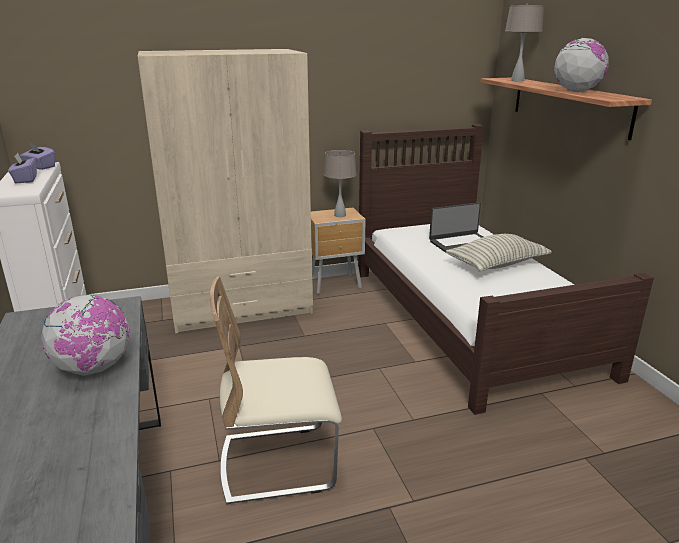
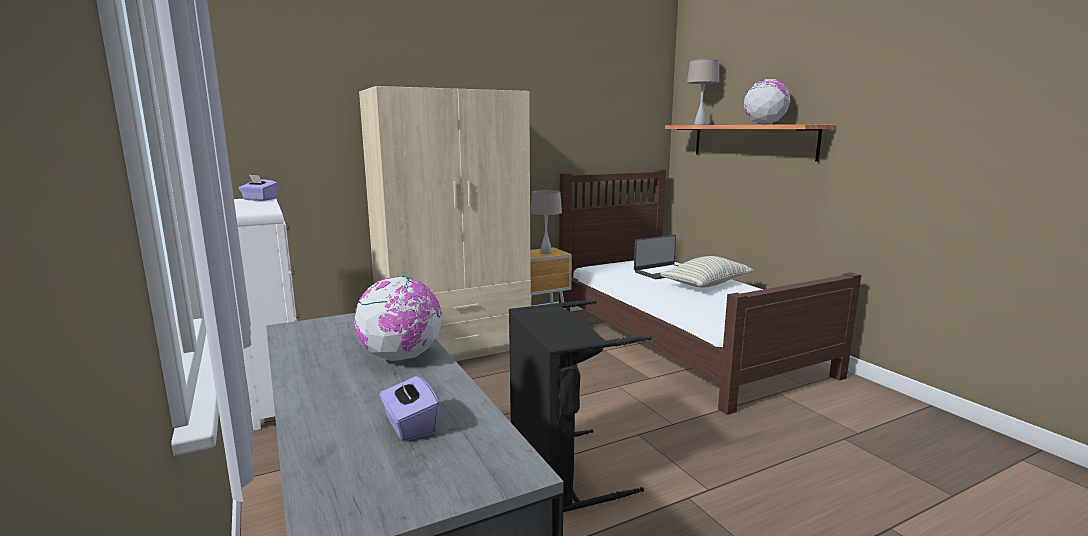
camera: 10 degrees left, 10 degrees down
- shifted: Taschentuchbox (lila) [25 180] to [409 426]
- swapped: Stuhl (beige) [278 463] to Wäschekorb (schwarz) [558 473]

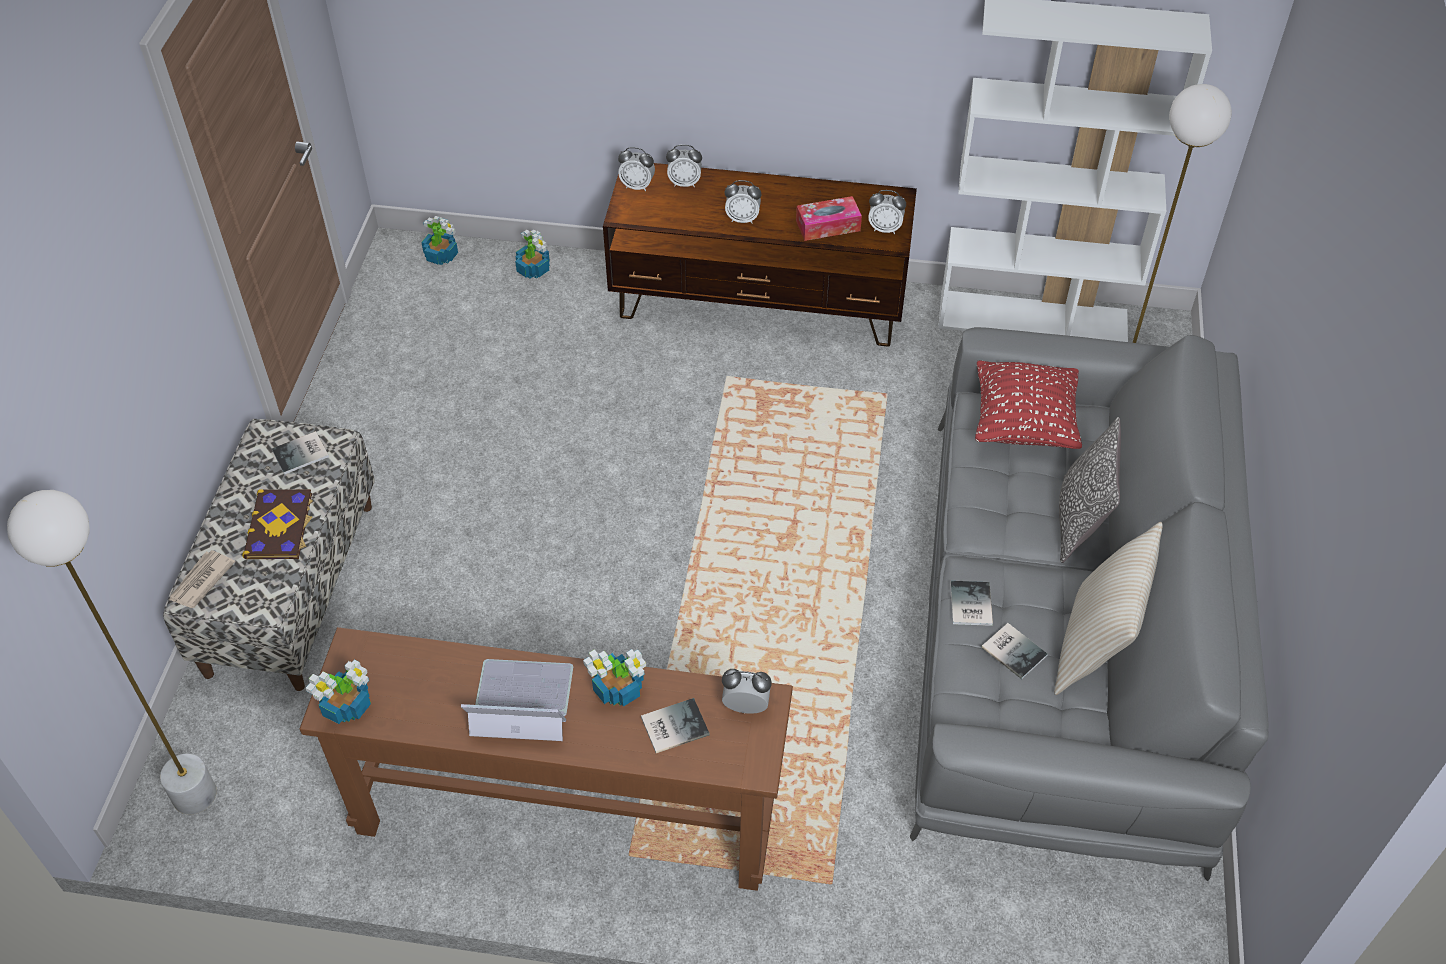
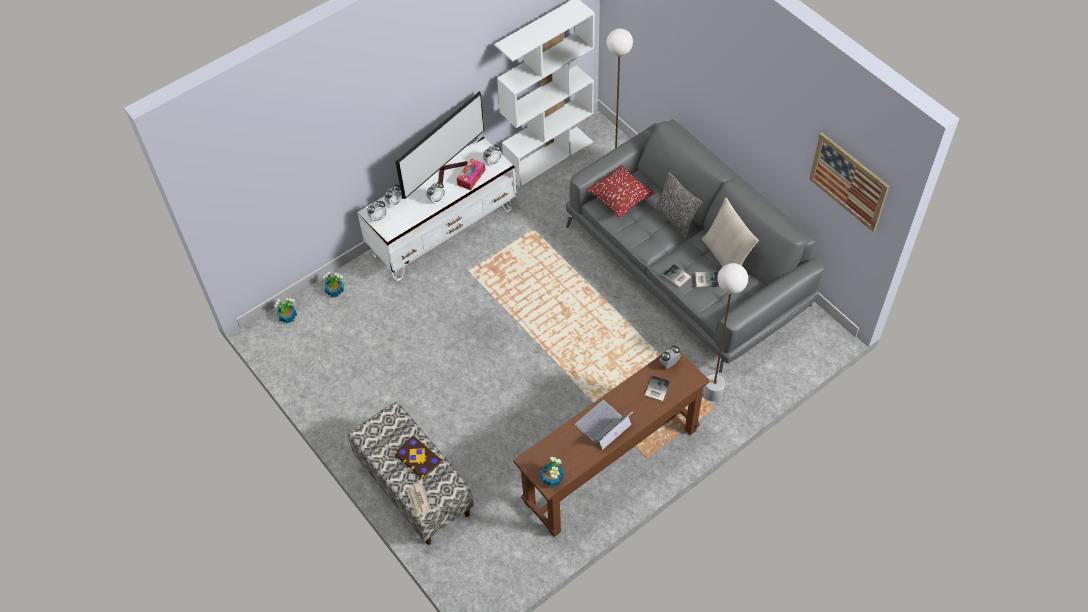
camera: 45 degrees left, 5 degrees up
- repainted: Fernsehschrank (braun) [759 304] to Fernsehschrank (weiß) [443 231]
- gone: Buch [302 454]
- shifted: Stehlampe (weiß) [194 795] to [712 393]
- gone: Topfpflanze [619 688]
- new: Fernseher [448 171]
- new: Bild [848 181]

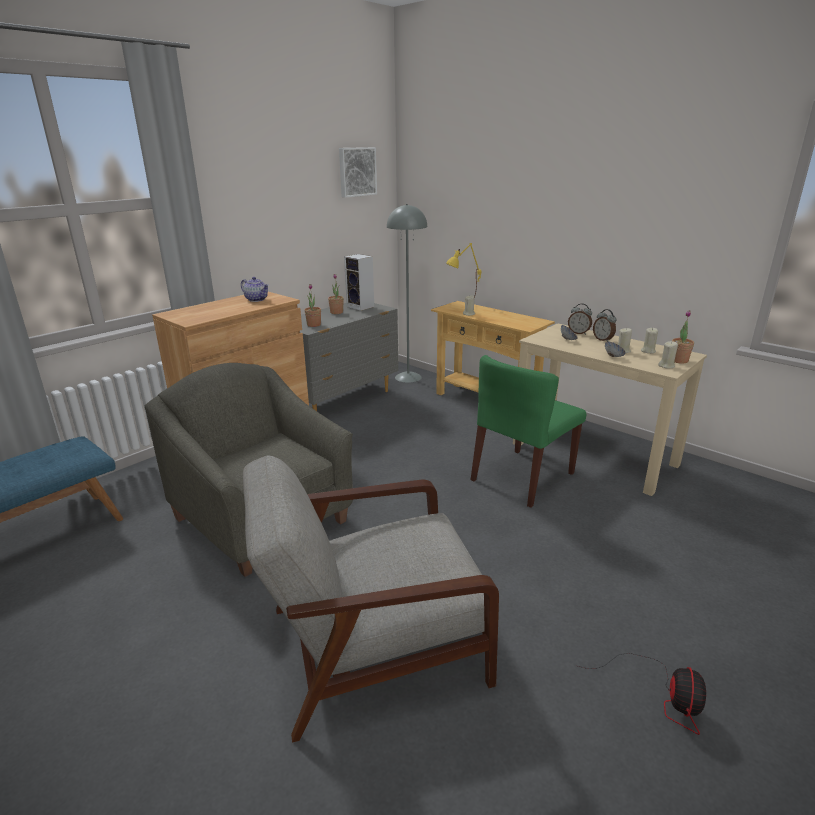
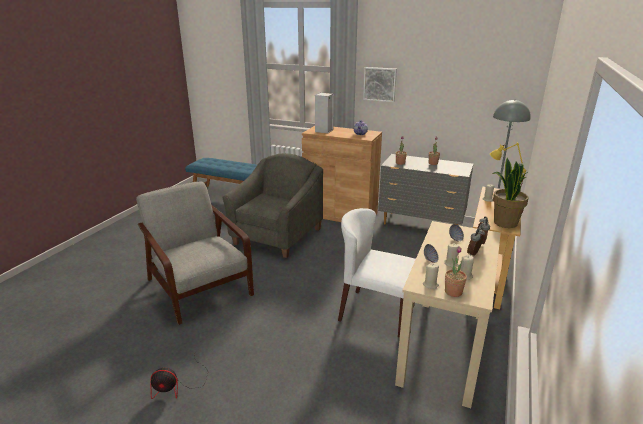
camera: 70 degrees right, 0 degrees up
- shifted: Bild [356 172] to [380 84]
- shifted: Lautsprecher [361 307] to [324 131]
- repainted: Stuhl (grün) [522 477] to Stuhl (weiß) [376 313]
- new: Topfpflanze [504 223]

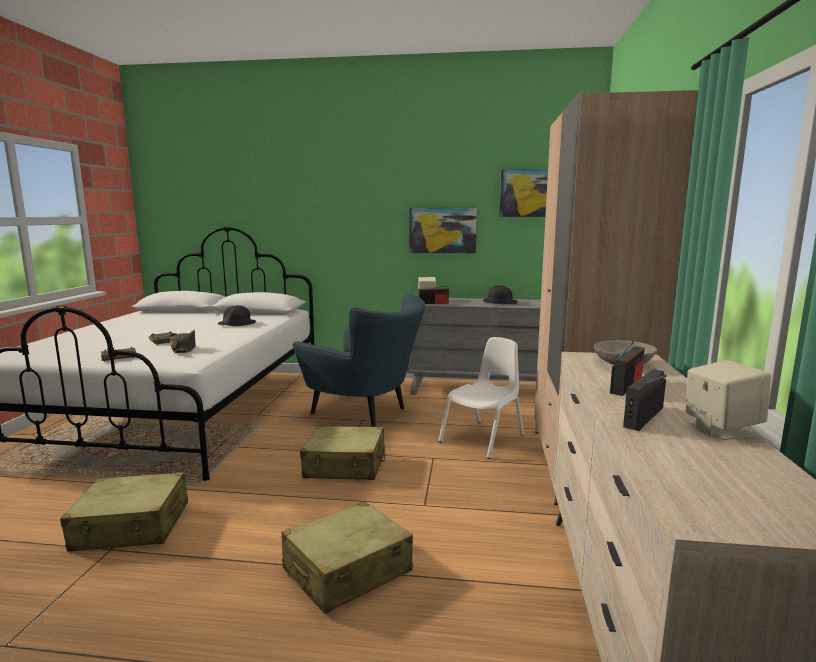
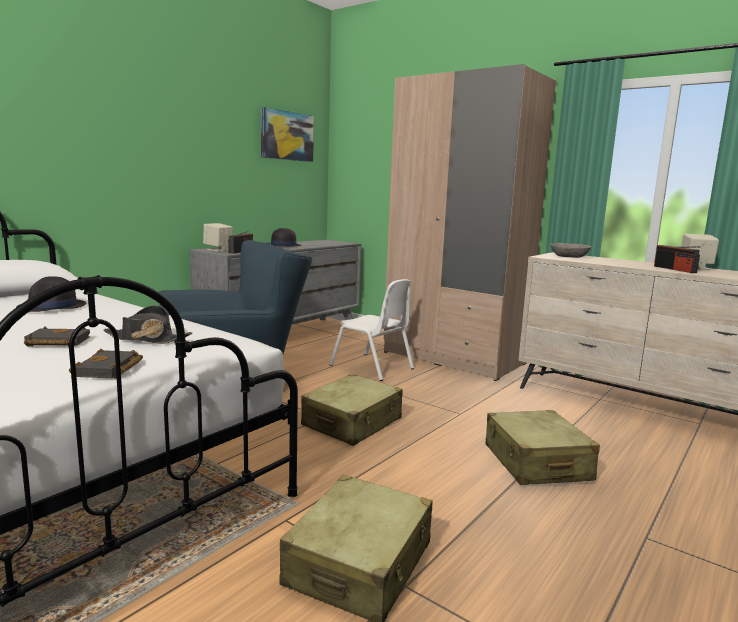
camera: 60 degrees left, 0 degrees up
- gone: Bild [442 230]
- rotated: Stuhl (weiß) [483 439] = [372 367] 150 degrees clockwise
- gone: Radio [626 385]

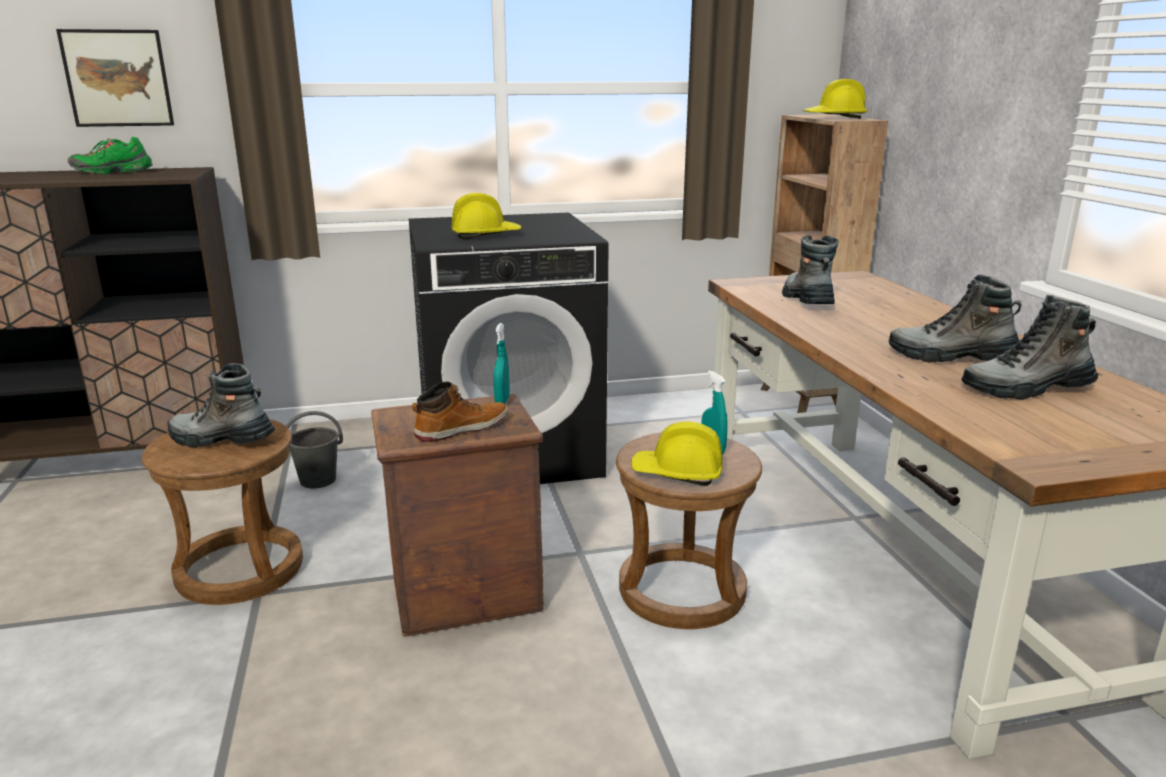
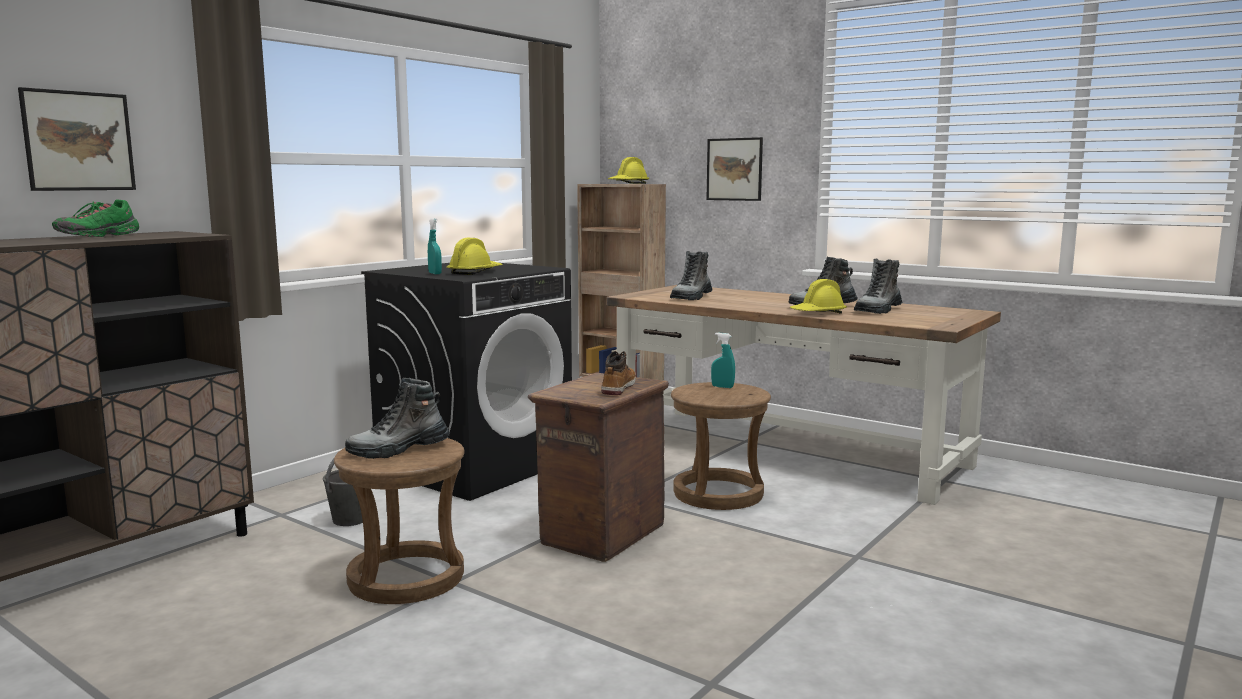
camera: 40 degrees left, 10 degrees down
- rotated: Stiefel [806 300] = [691 297] 105 degrees counterclockwise
- shifted: Sprühflasche (türkis) [502 401] to [435 273]
- shifted: Schutzhelm (gelb) [677 473] to [818 313]
- new: Bild [734 169]

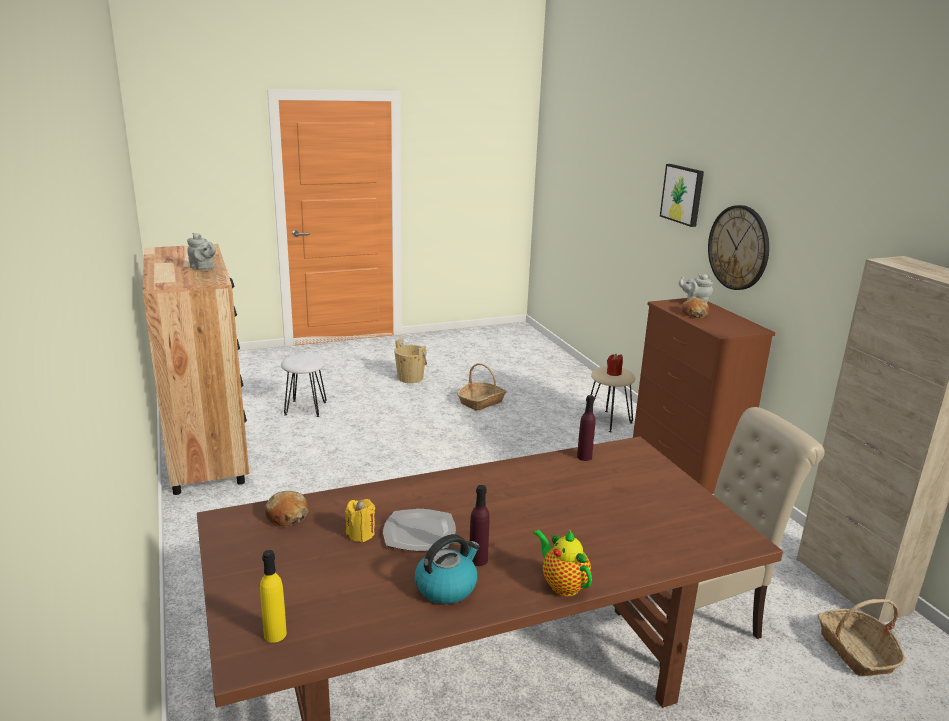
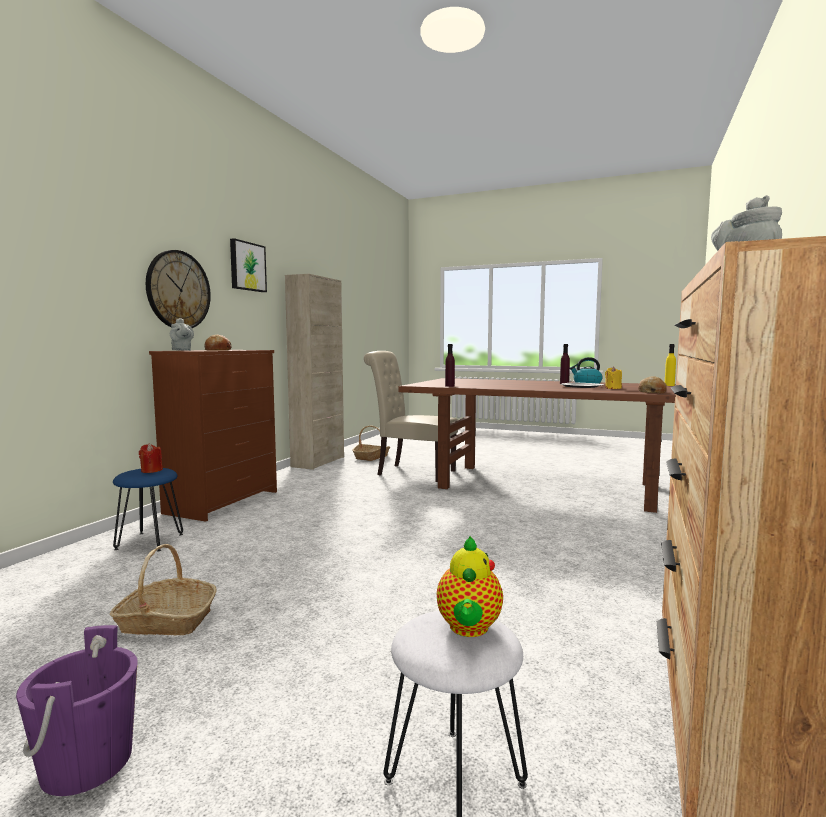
camera: 135 degrees left, 15 degrees down
- shifted: Bild [683 194] to [247 266]
- repainted: Eimer (beige) [410 378] to Eimer (lila) [87 763]
- repainted: Hocker (beige) [608 421] to Hocker (blau) [150 541]
- shifted: Teekanne [562 584] to [468 629]

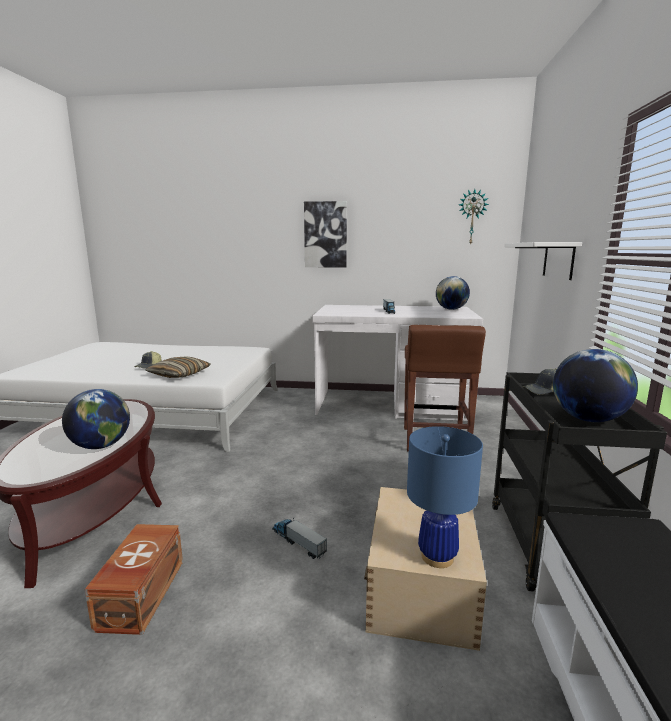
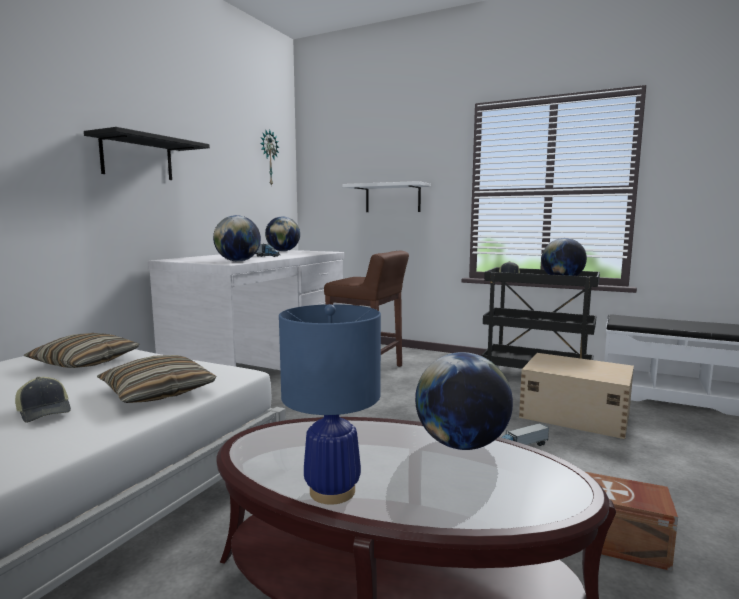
camera: 70 degrees left, 5 degrees down
- swapped: Bild [325 235] to Wandregal (schwarz) [137 158]
- shifted: Tischlampe (blau) [437 557] to [333 491]
- new: Globus [238 261]
- new: Kissen [85 362]

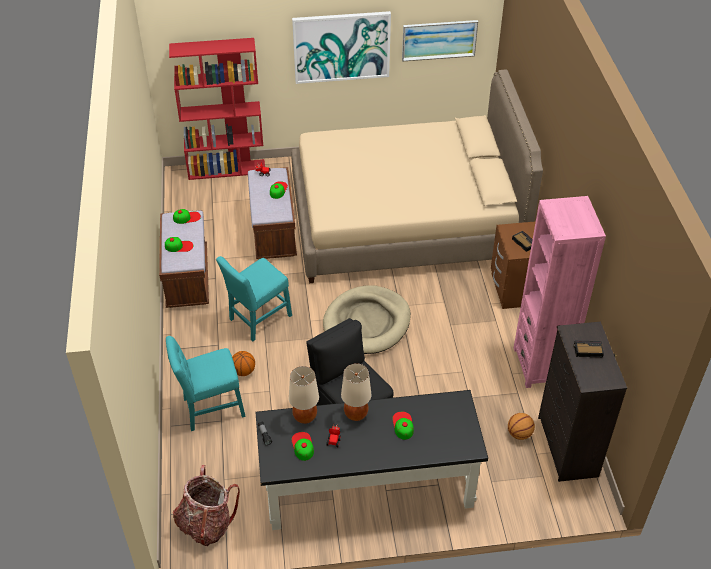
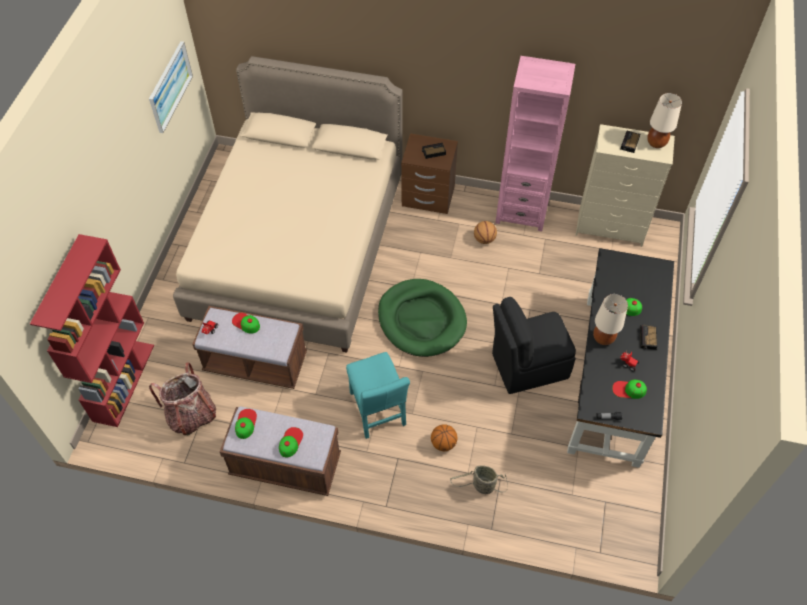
camera: 70 degrees left, 10 degrees up
- gone: Bild [341 46]
- repainted: Hundebett (beige) [367 322] to Hundebett (grün) [421 320]
- repainted: Kommode (schwarz) [567 447] to Kommode (beige) [610 228]
- swapped: Stuhl (türkis) [210 409] to Korb [481 486]
- shifted: Tischlampe (beige) [305 416] to [656 143]
- shifted: Basketball [519 434] to [484 239]
- shifted: Rucksack [206 524] to [191 415]
- new: Wecker [647 338]

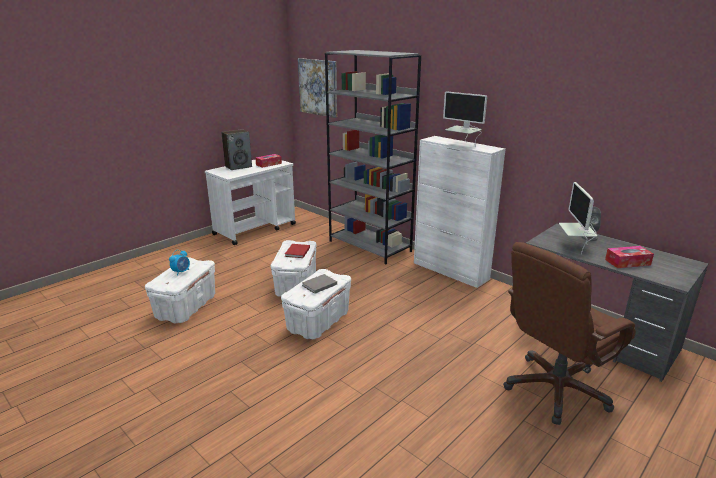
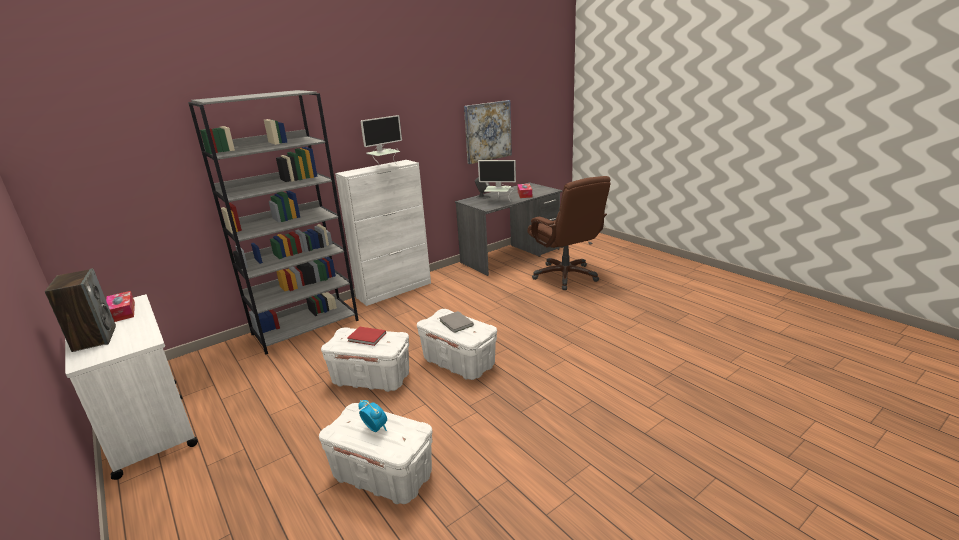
camera: 80 degrees left, 0 degrees up
- shifted: Bild [318 87] to [488 131]

